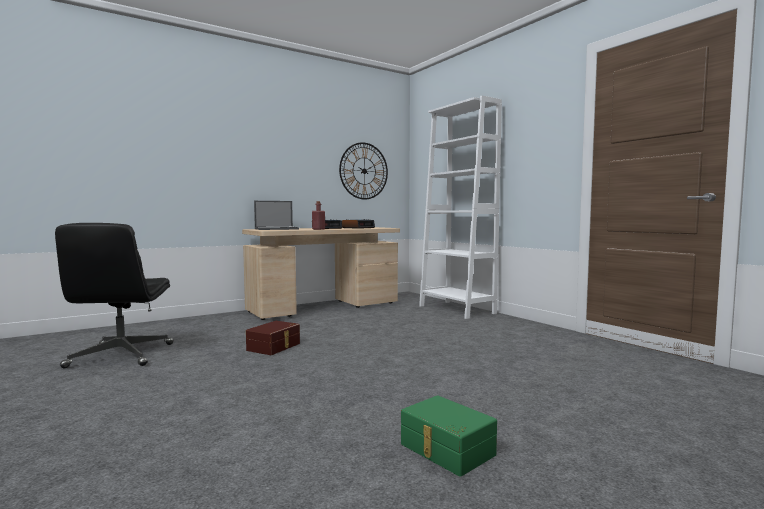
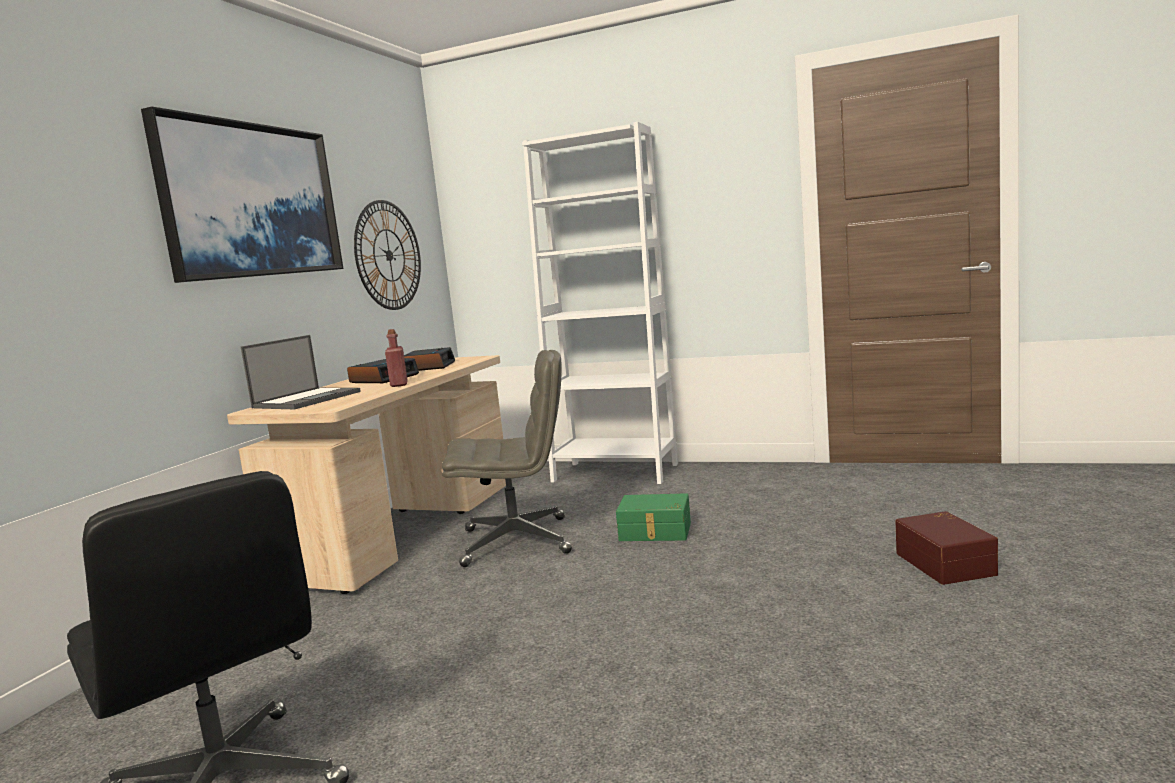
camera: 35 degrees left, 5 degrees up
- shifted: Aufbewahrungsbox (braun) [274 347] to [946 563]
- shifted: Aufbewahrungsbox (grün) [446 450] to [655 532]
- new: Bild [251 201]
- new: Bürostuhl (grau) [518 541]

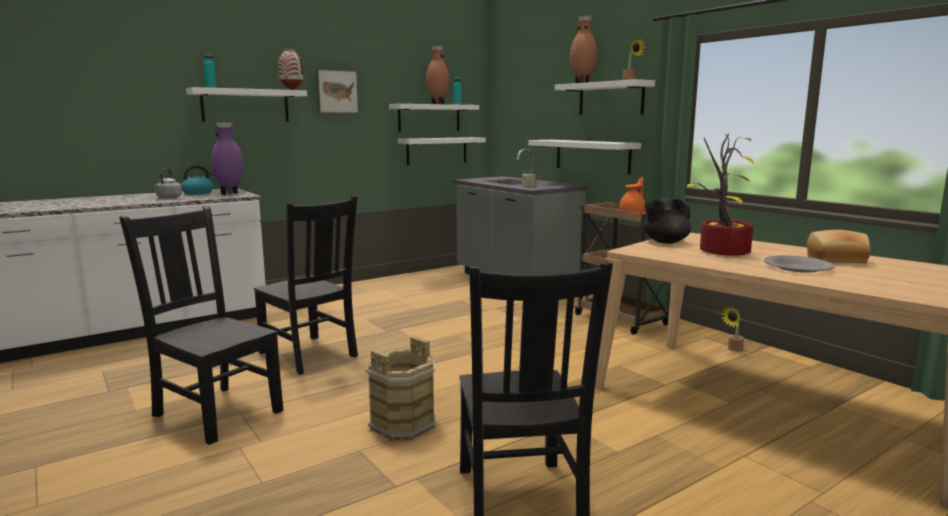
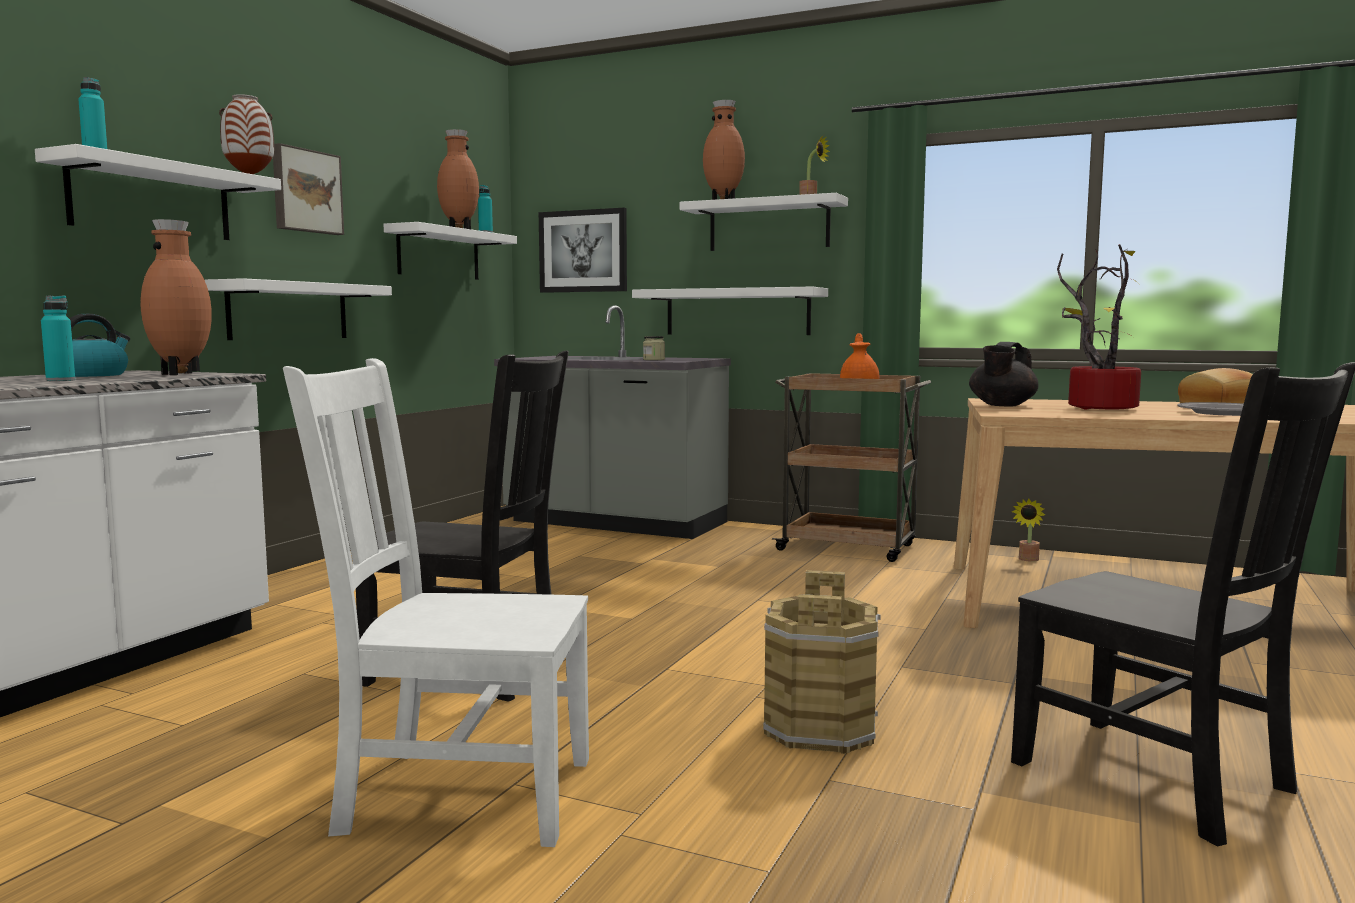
camera: 30 degrees left, 5 degrees down
- repainted: Vase (lila) [230 194] to Vase (braun) [182 374]
- shifted: Wandregal (weiß) [437 150] to [288 311]
- swapped: Wasserkessel (grau) [168 198] to Flasche (türkis) [60 380]
- repainted: Stuhl (schwarz) [215 412] to Stuhl (weiß) [459 794]
- new: Bild [583 251]

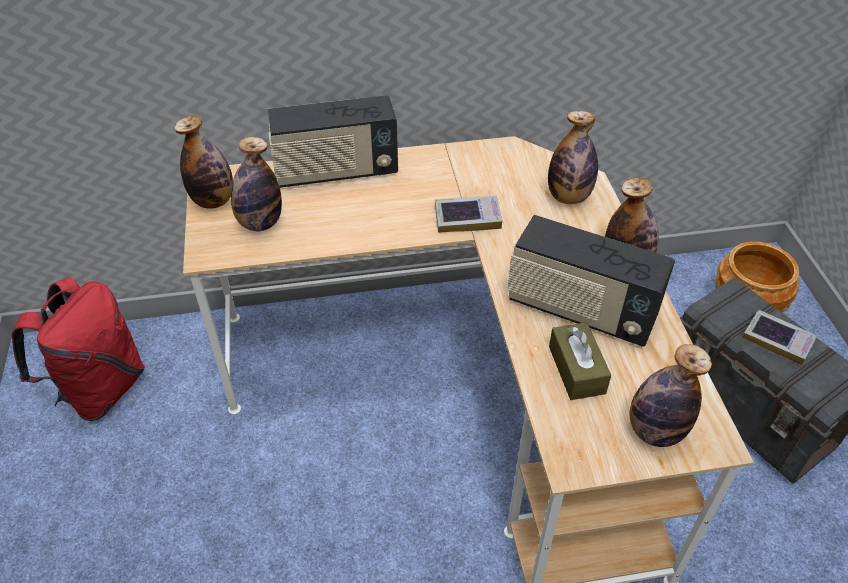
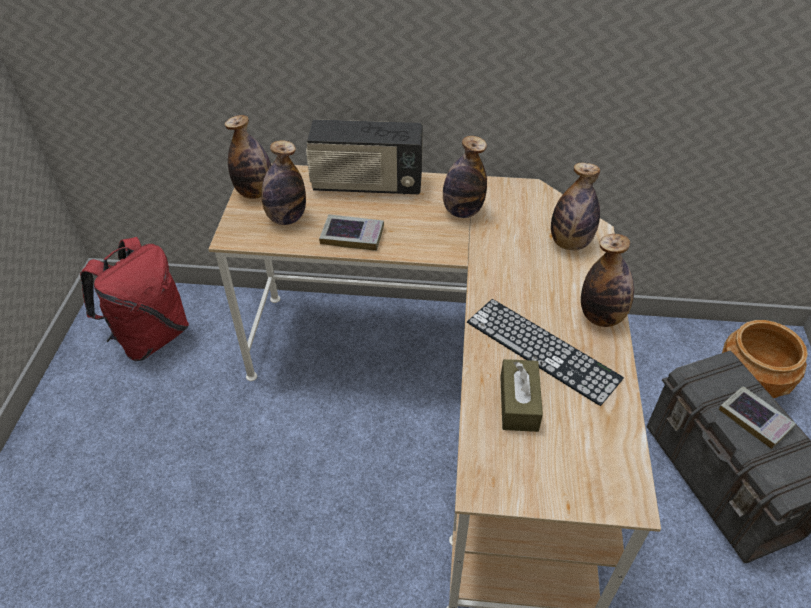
camera: 15 degrees right, 0 degrees up
- shifted: Buch [467 218] to [352 236]
- swapped: Radio [580 310] to Tastatur [542 349]
- shifted: Flasche [654 431] to [462 211]

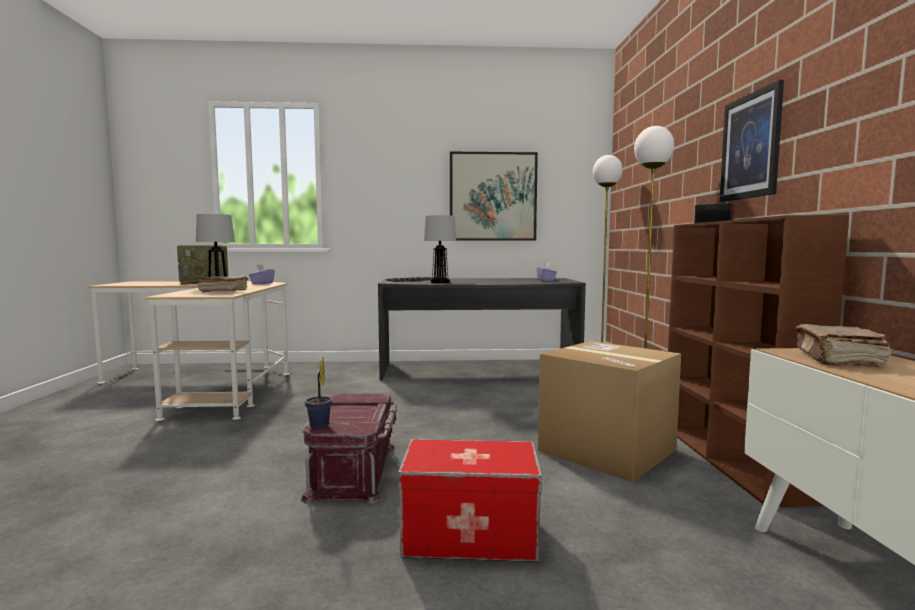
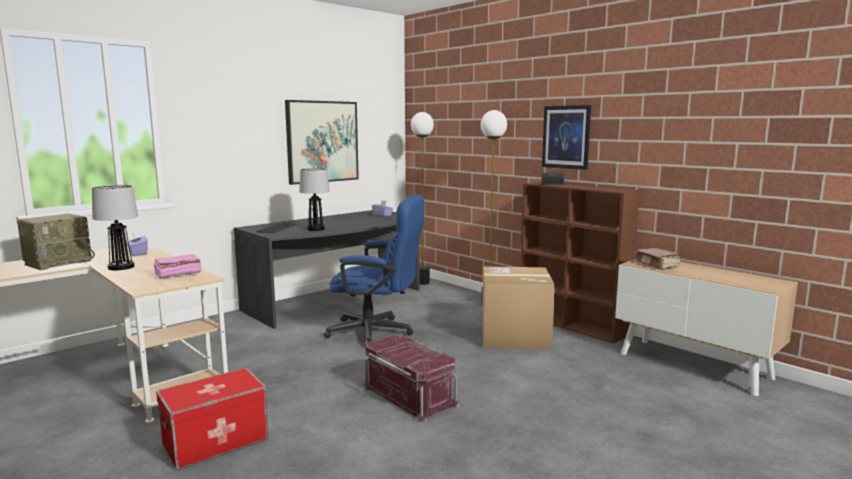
camera: 40 degrees left, 5 degrees up
- repainted: Buch (braun) [223 292] to Buch (rosa) [177 274]
- gone: Topfpflanze [319 426]
- shifted: Aufbewahrungsbox [470 535] to [216 441]
- new: Bürostuhl (blau) [377 332]

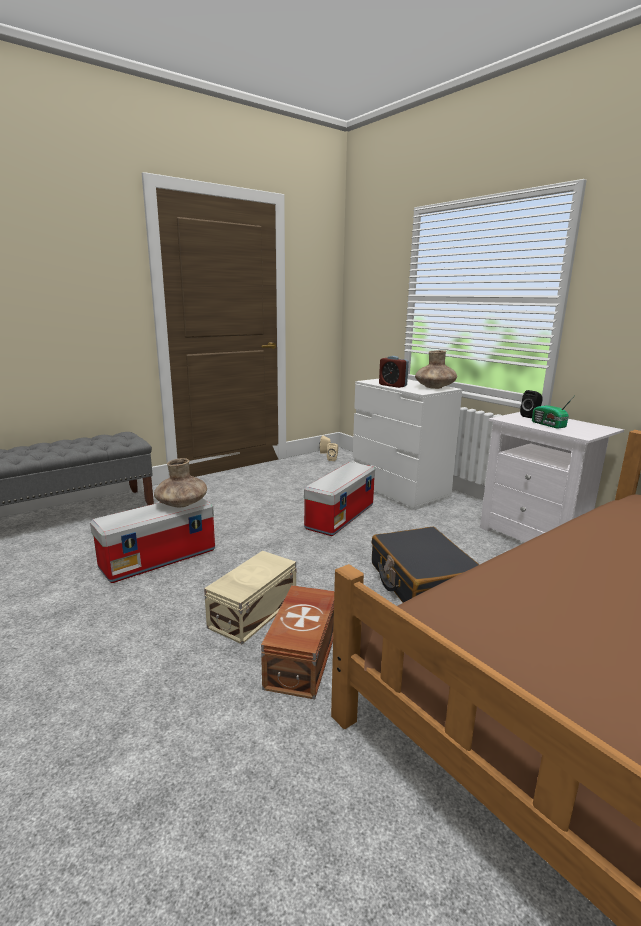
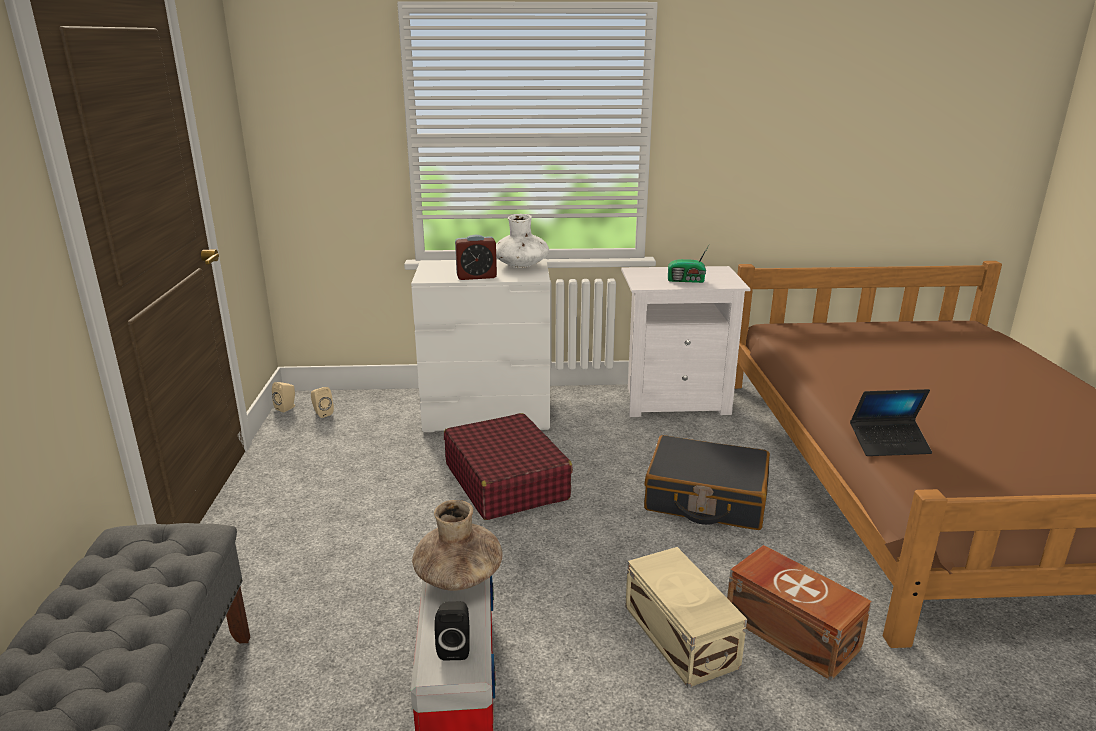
camera: 55 degrees left, 5 degrees up
- repainted: Vase (braun) [434 387] to Vase (weiß) [521 265]
- shifted: Lautsprecher (schwarz) [530 416] to [455 647]
- swapped: Aufbewahrungsbox [340 516] to Koffer (rot) [506 481]
- new: Laptop [889 444]

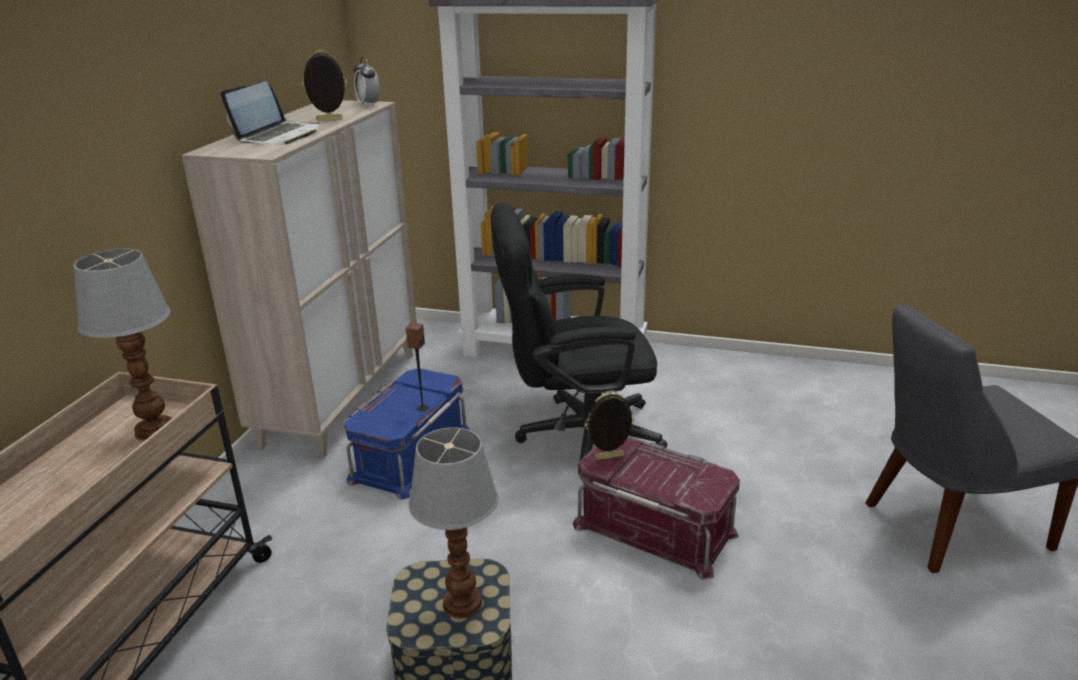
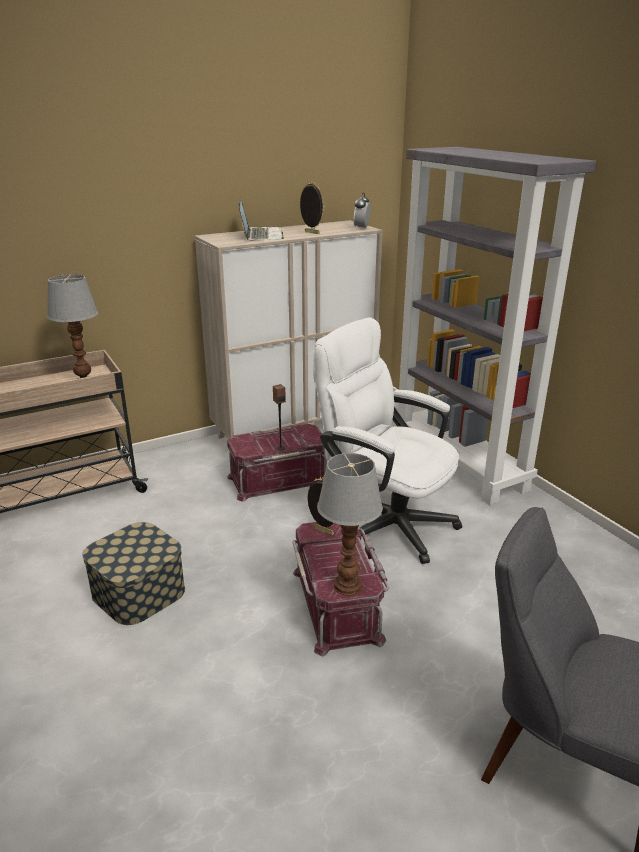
camera: 45 degrees right, 0 degrees up
- rotated: Laptop [278 136] = [261 236] 75 degrees counterclockwise
- repainted: Bürostuhl (schwarz) [575 435] to Bürostuhl (weiß) [385 521]
- repainted: Aufbewahrungsbox (blau) [409 454] to Aufbewahrungsbox (rot) [278 479]
- shifted: Tischlampe [463 604] to [347 586]

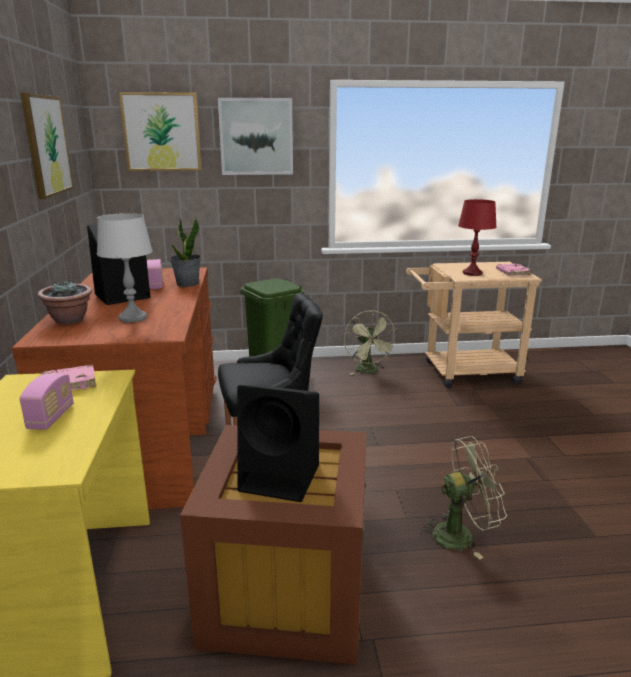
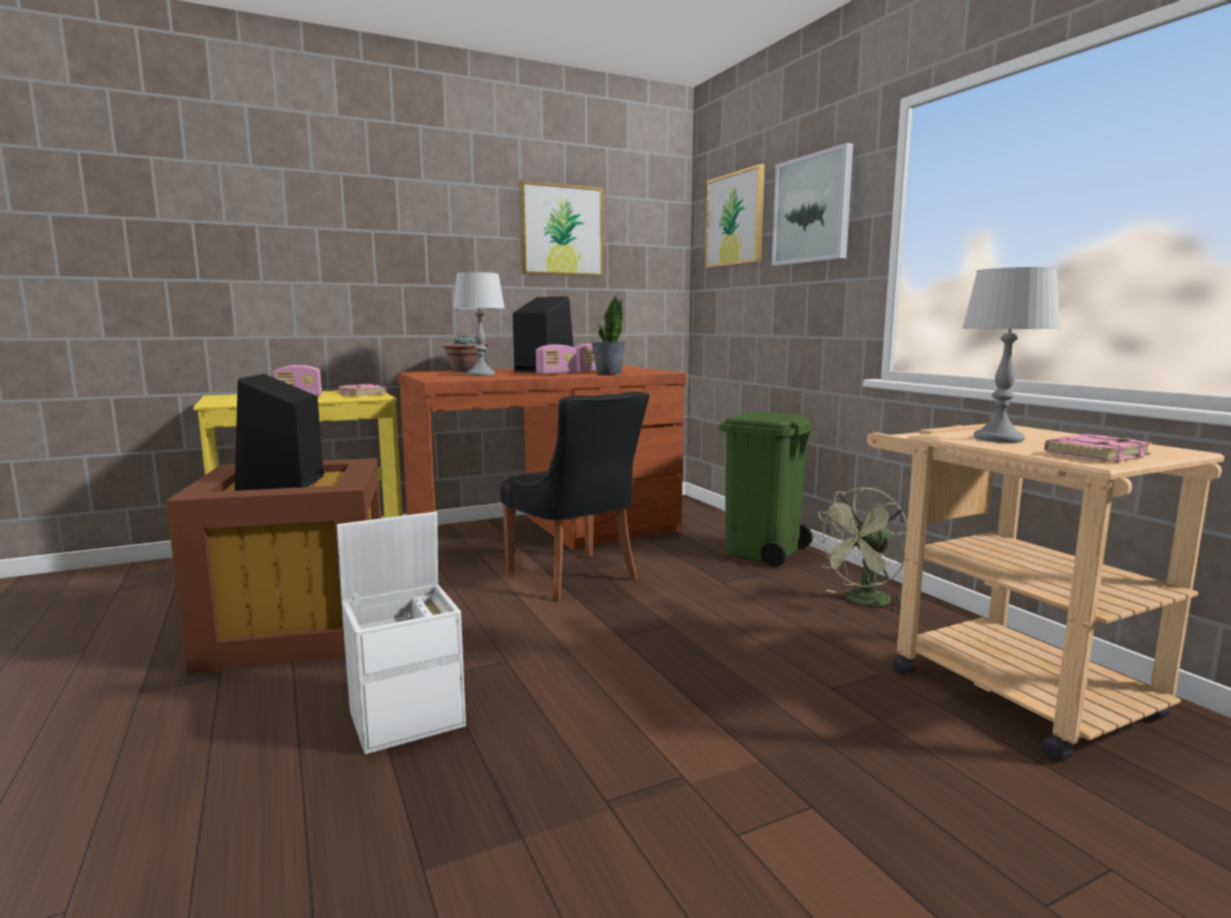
camera: 70 degrees right, 10 degrees down
- repainted: Tischlampe (rot) [472 273] to Tischlampe (grau) [998 439]
- swapped: Ventilator (grün) [460 534] to Aufbewahrungsbox (weiß) [409 717]
- new: Radio [556 374]

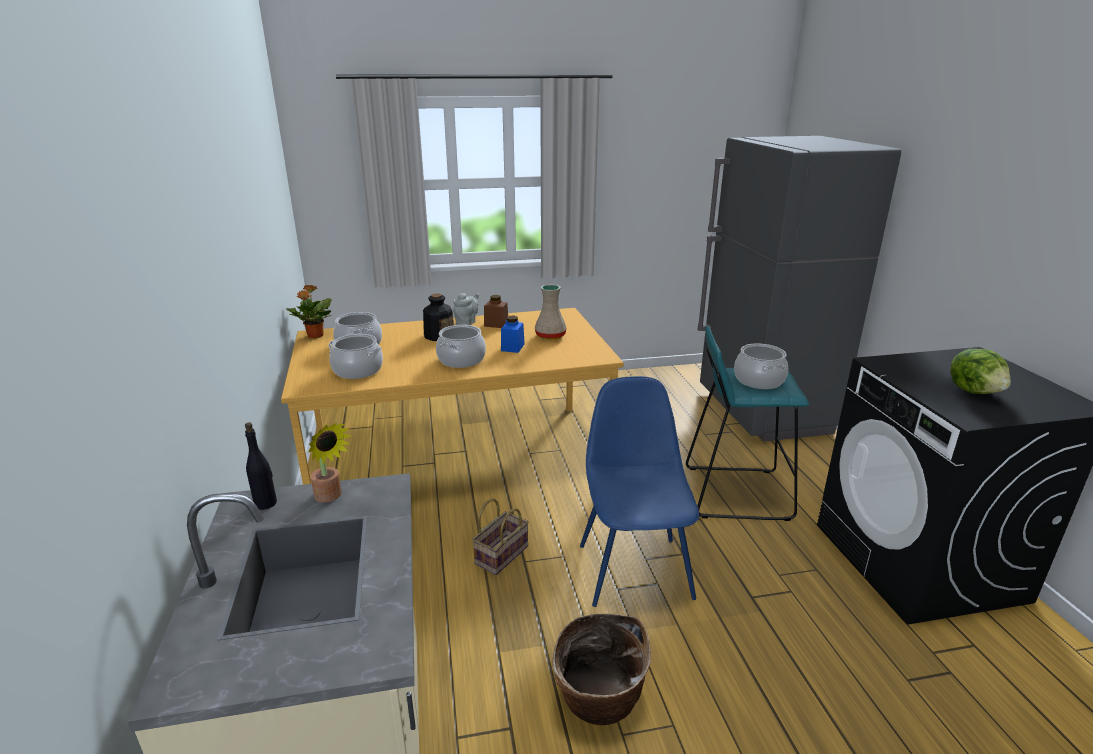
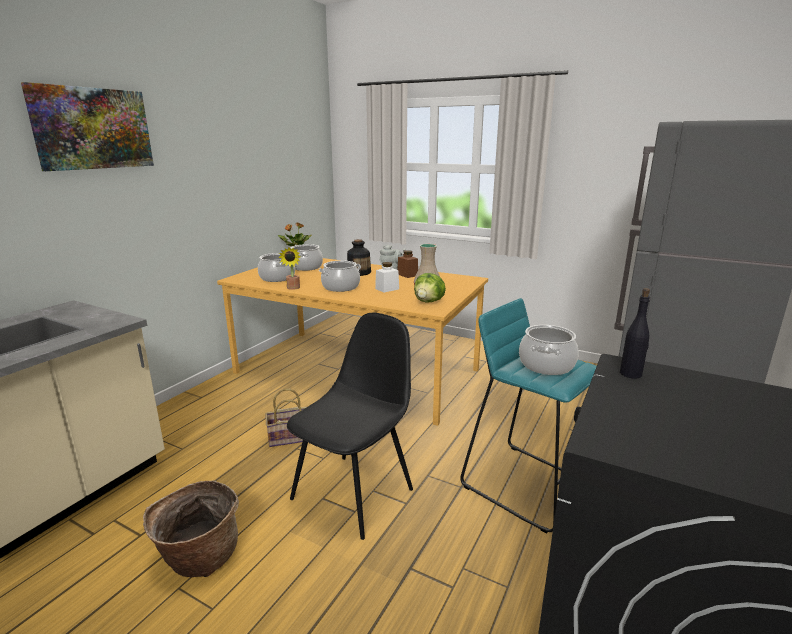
camera: 40 degrees right, 5 degrees down
- repainted: Vorratsglas (blau) [512 347] to Vorratsglas (weiß) [387 289]
- shifted: Salatkopf [975 391] to [429 302]
- repainted: Stuhl (blau) [634 568] to Stuhl (schwarz) [354 492]
- shifted: Flasche (schwarz) [266 503] to [631 374]
- shifted: Topfpflanze [331 497] to [293 288]
- new: Bild [93 128]

